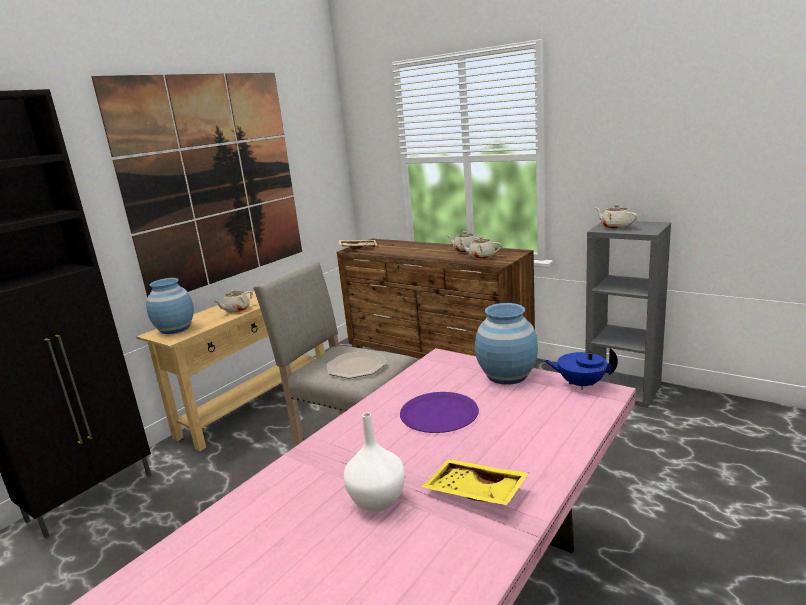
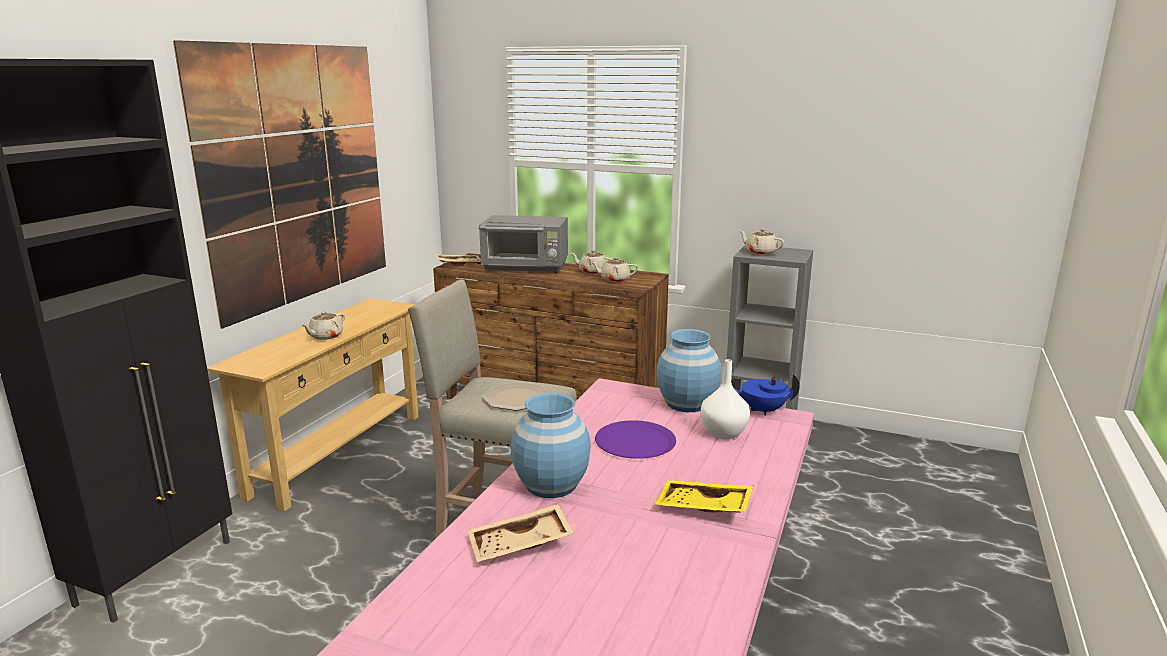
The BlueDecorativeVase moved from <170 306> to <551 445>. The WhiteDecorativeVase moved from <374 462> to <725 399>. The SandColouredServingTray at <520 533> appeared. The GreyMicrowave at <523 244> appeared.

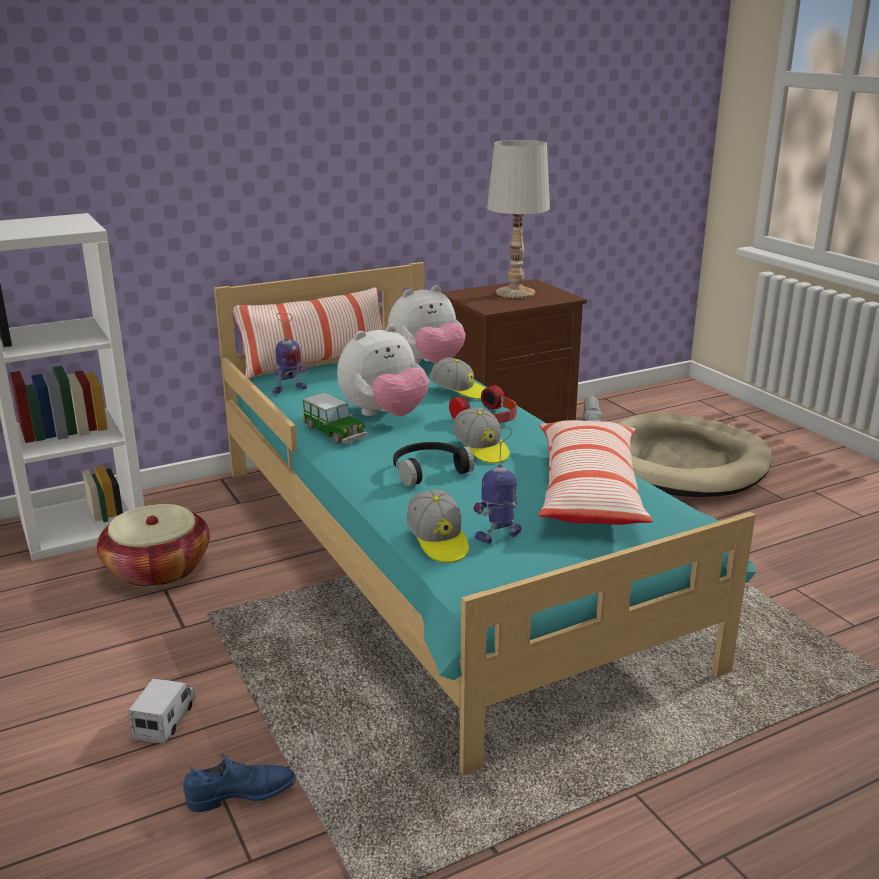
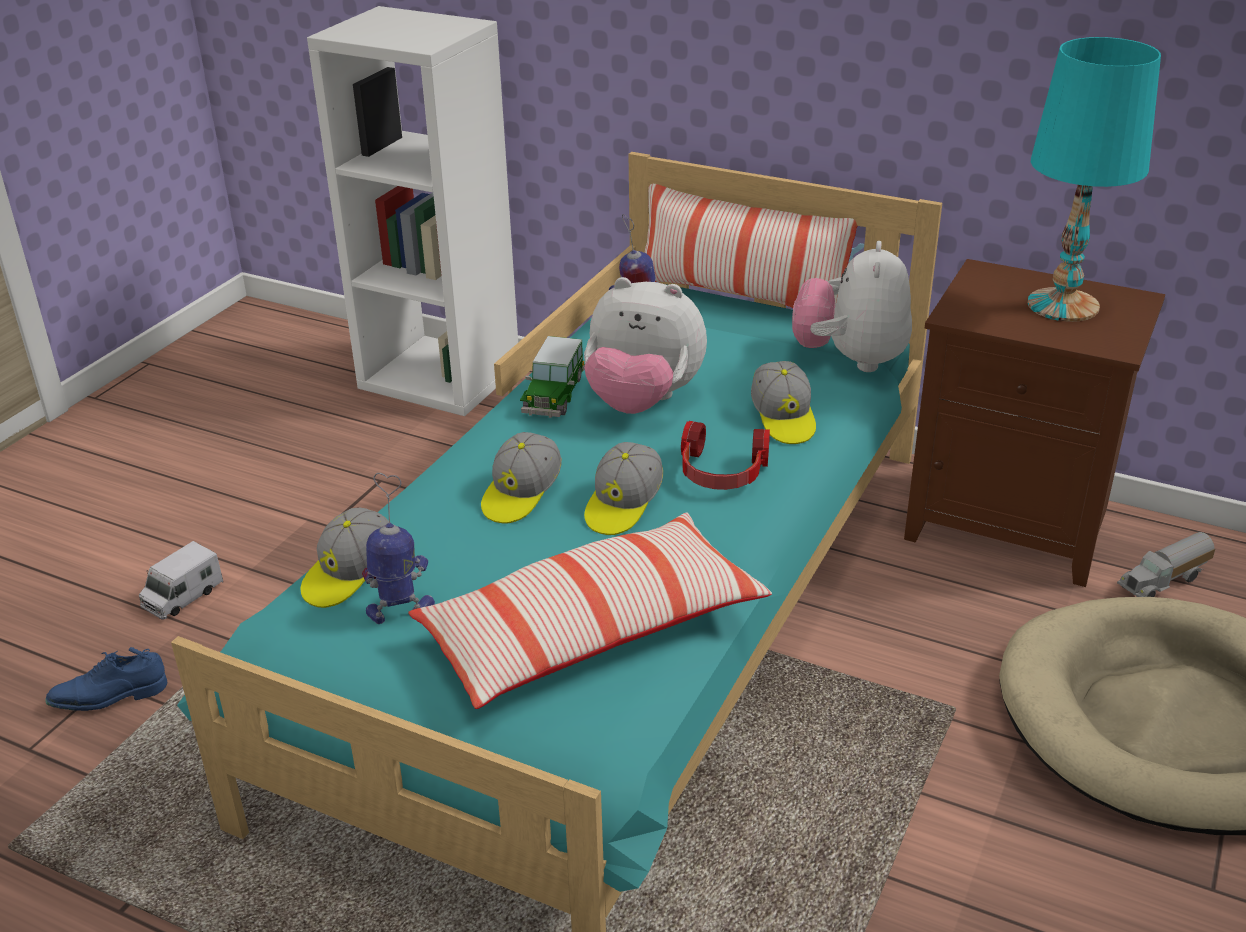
The HouseholdBasket at <153 546> disappeared. The ToyLorry at <162 711> turned 150 degrees clockwise. The BlueLowShoe at <239 783> turned 120 degrees clockwise. The PlushToy at <427 324> turned 75 degrees clockwise. The BlackHeadphones at <434 464> was replaced by the Cap at <521 478>. The ModelRobot at <497 485> turned 45 degrees counterclockwise. The WhiteLampForATable at <518 219> became the BlueGreenLampForATable at <1094 179>.

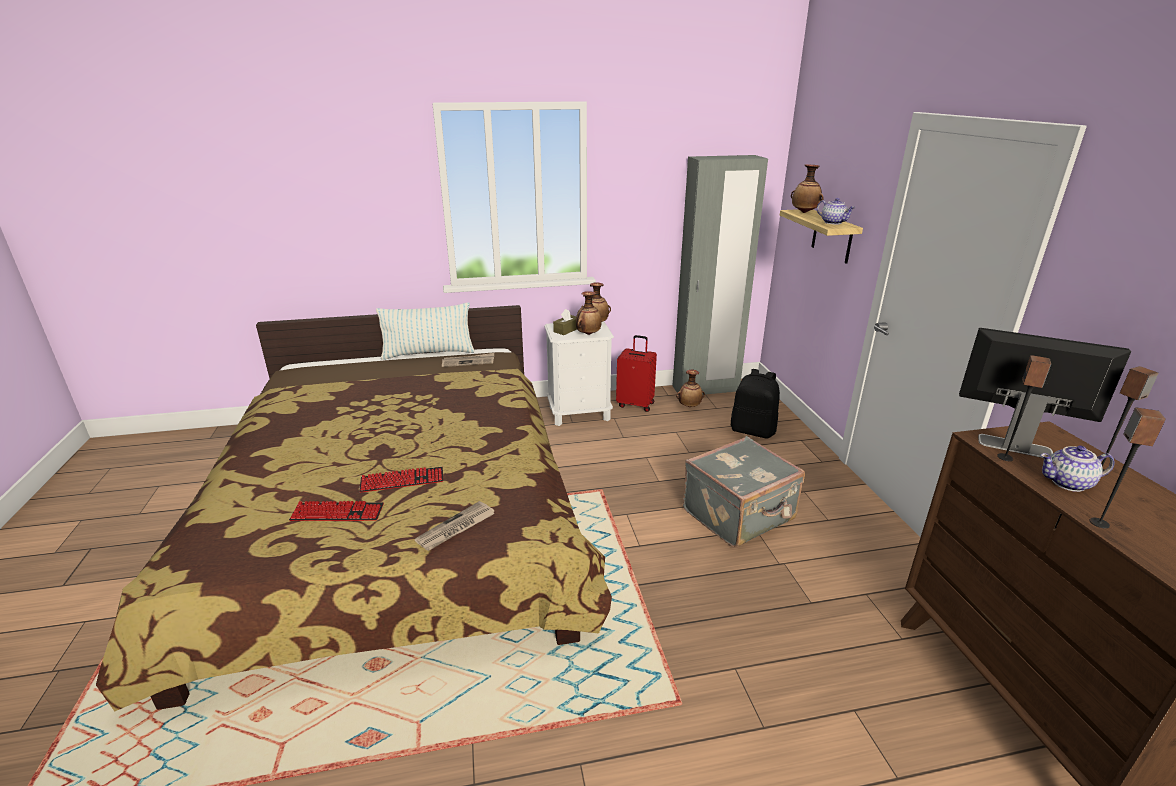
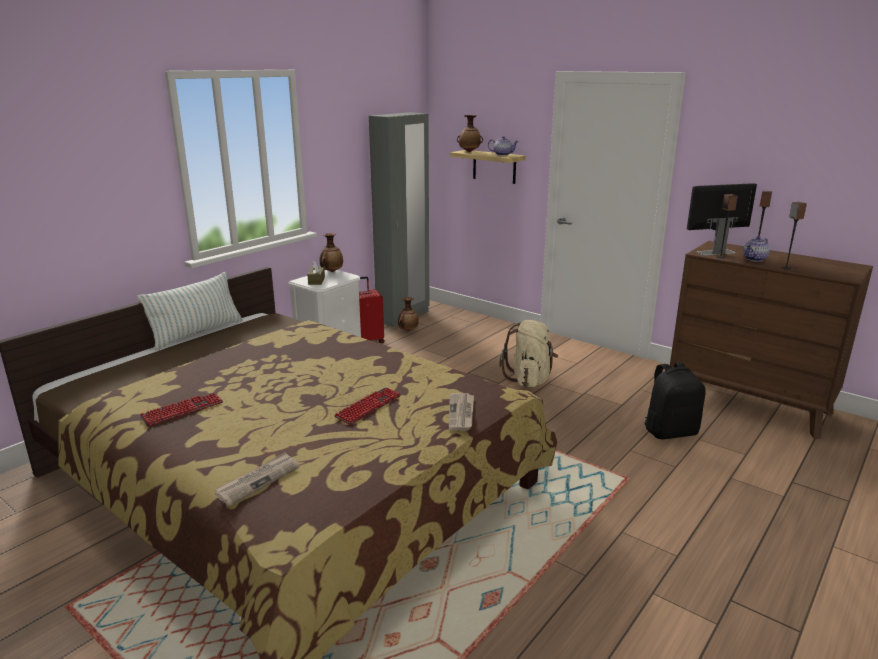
The Keyboard moved from <336 511> to <182 409>. The DailyPaper moved from <468 360> to <257 479>. The DecorativeVase at <589 313> disappeared. The GreyTravelCase at <744 492> was replaced by the SandColouredRucksack at <528 353>. The BlackRucksack moved from <755 404> to <675 400>.

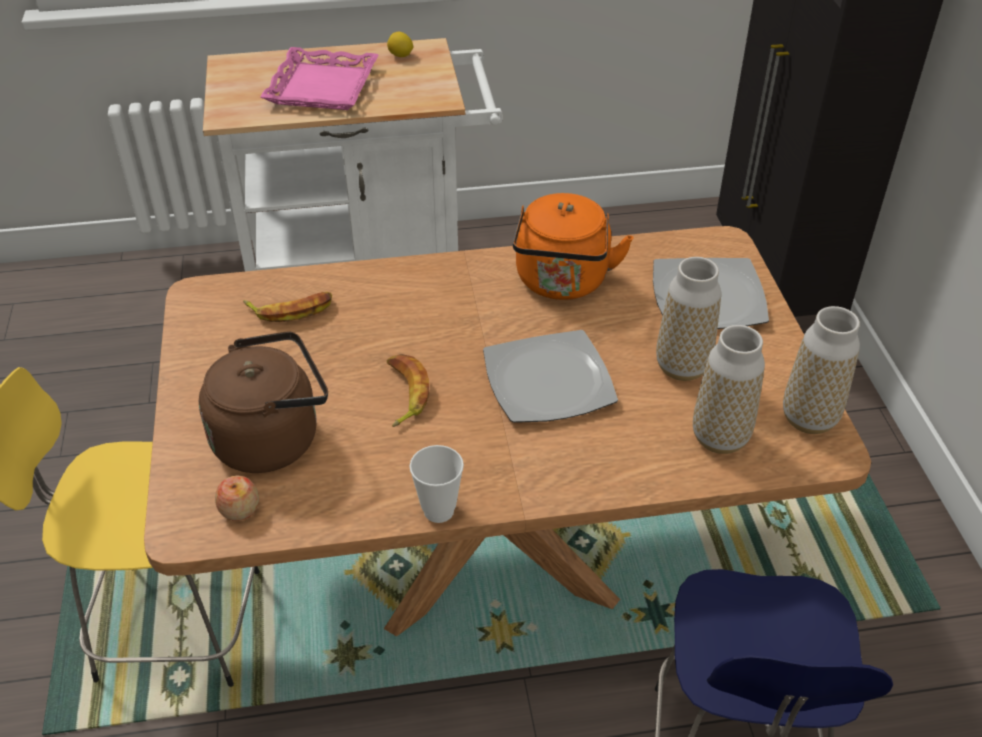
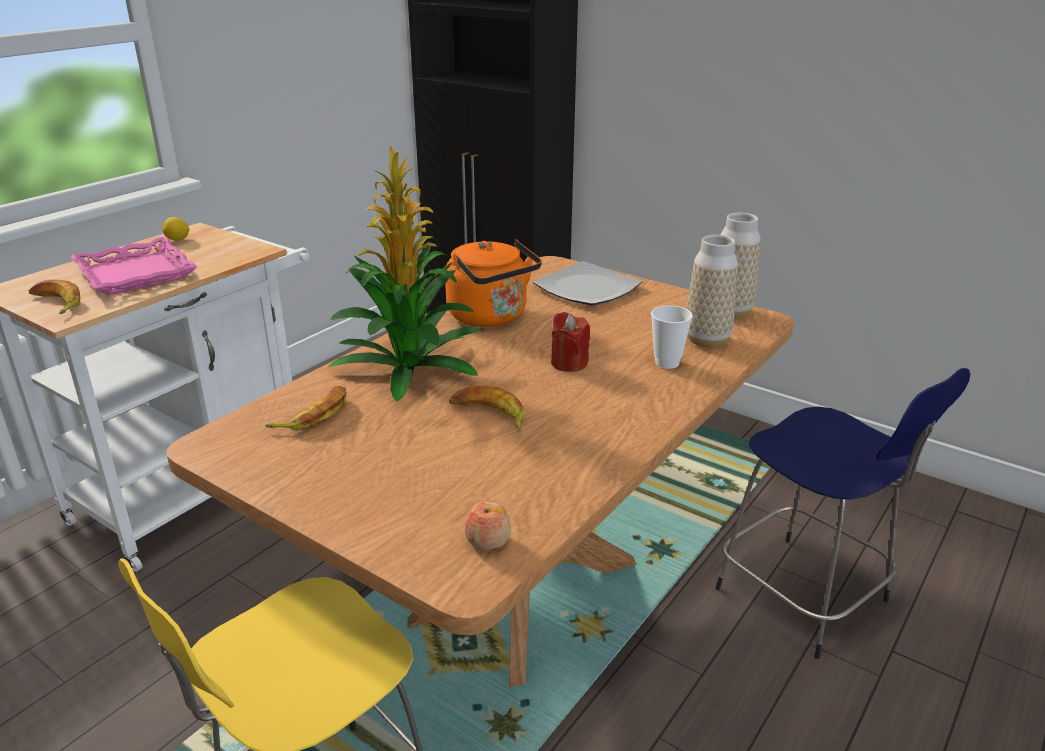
The BrownColouredTeaKettle at <263 402> disappeared. The Cup moved from <436 484> to <672 337>. The DinnerPlate at <550 376> was replaced by the ReddishWaxLight at <570 342>. The DecorativeVase at <688 319> disappeared. The Banana at <54 297> appeared. The PottedPlant at <406 273> appeared.

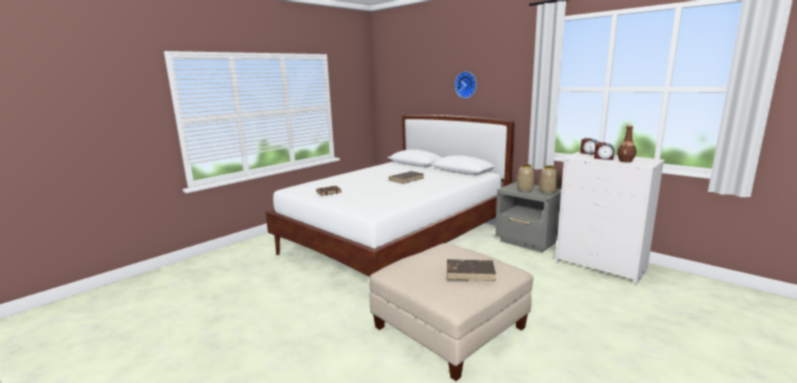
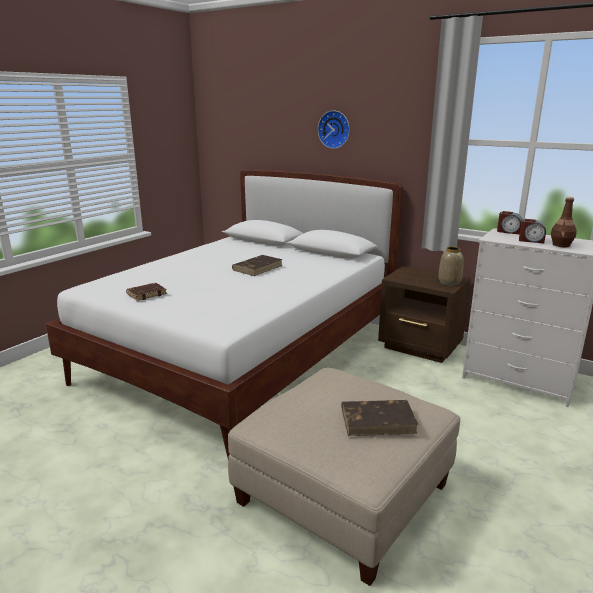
The GreyNightTable at <528 217> became the BrownColouredNightTable at <424 314>. The DecorativeVase at <525 178> disappeared.

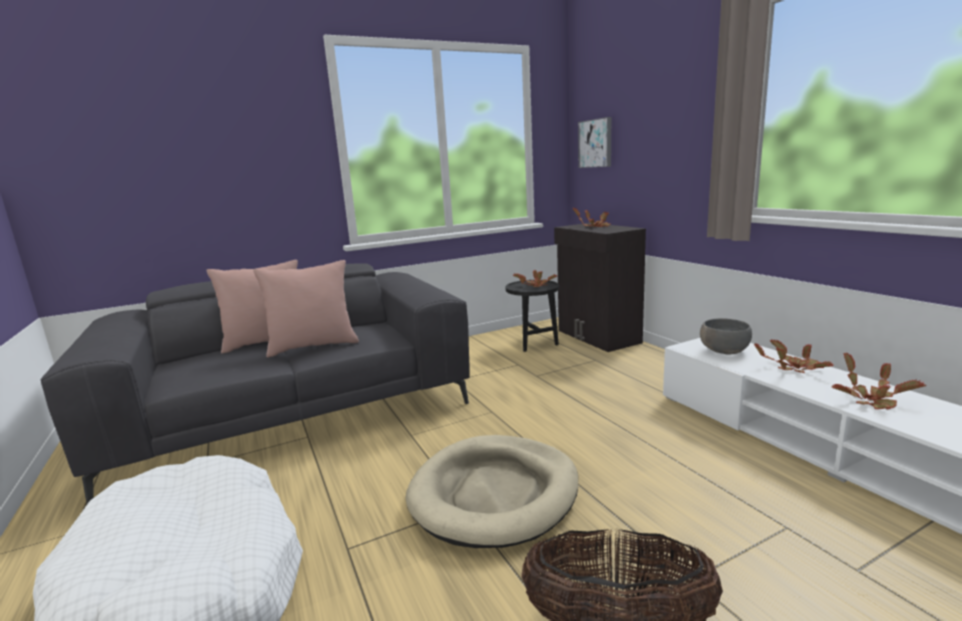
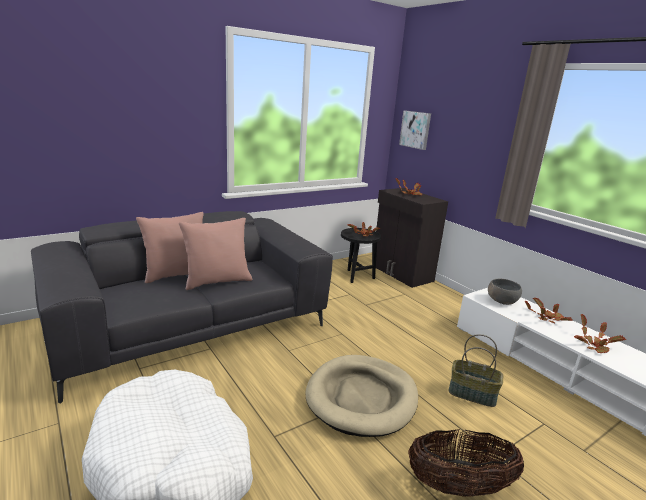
The HouseholdBasket at <476 370> appeared.

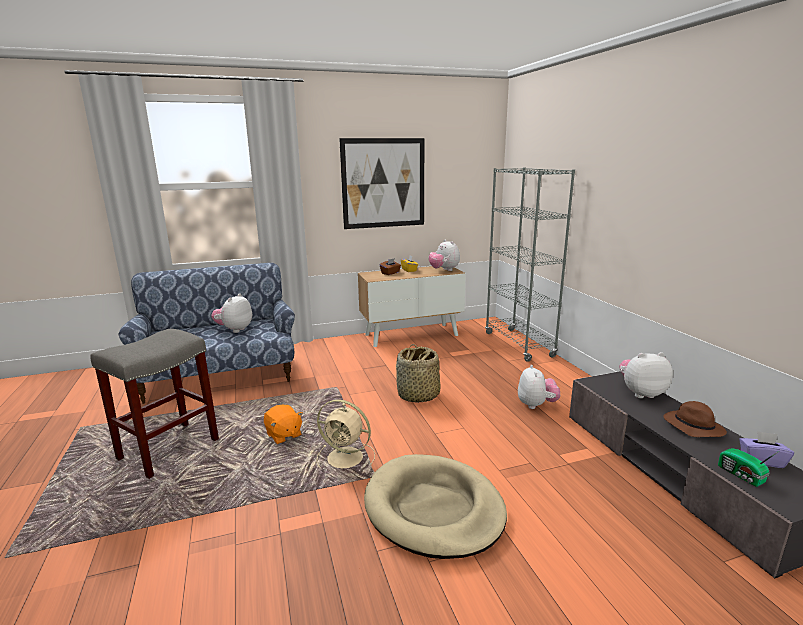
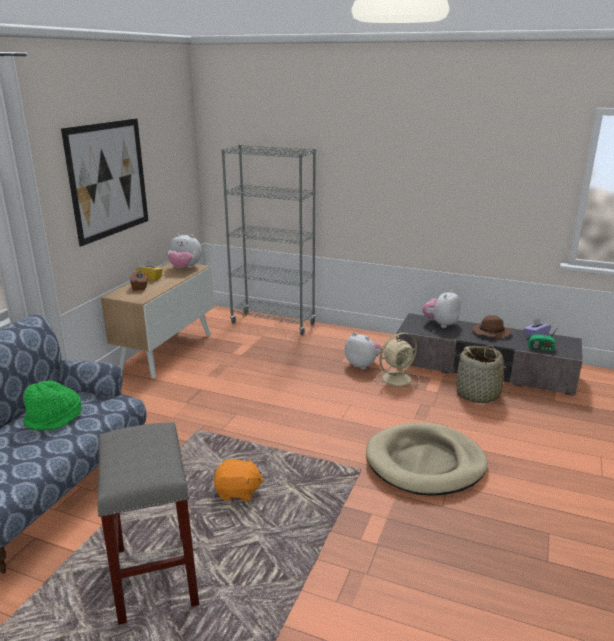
The PlushToy at <231 313> was replaced by the GreenishWearableHat at <52 405>. The SandColouredElectricFan moved from <345 433> to <396 361>. The HouseholdBasket moved from <418 373> to <482 374>.

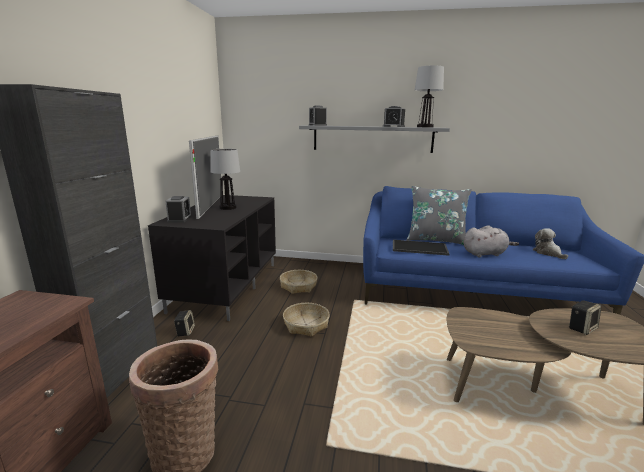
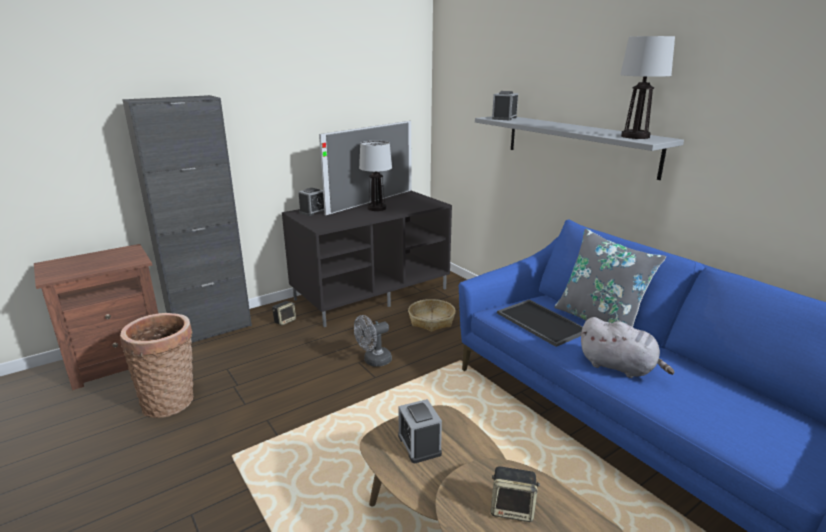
The HouseholdBasket at <306 320> was replaced by the GreyElectricFan at <373 341>. The TableClock moved from <394 116> to <420 431>. The PlushToy at <550 243> disappeared.

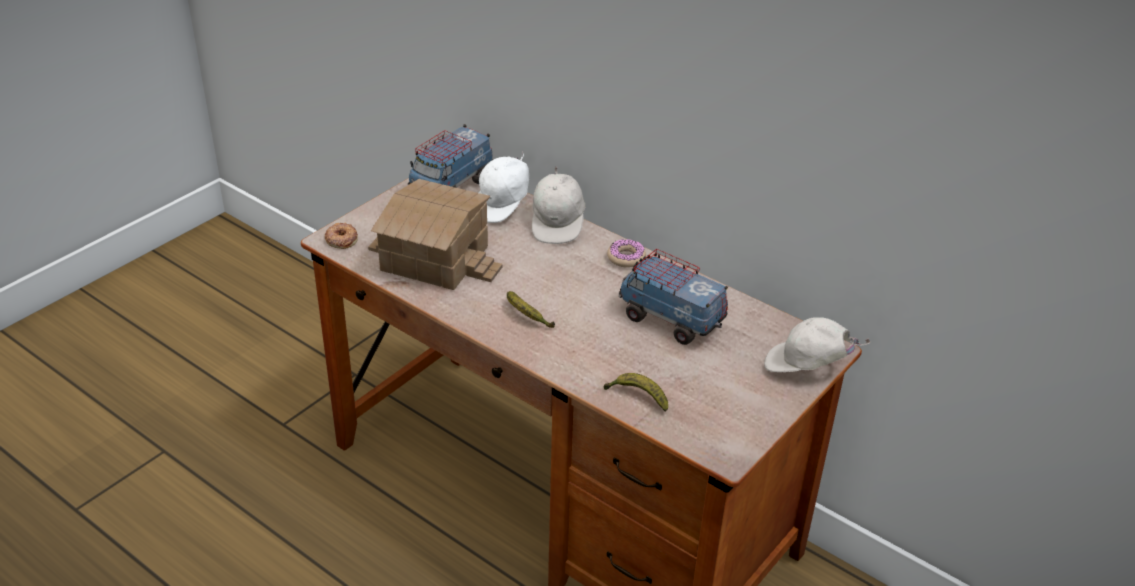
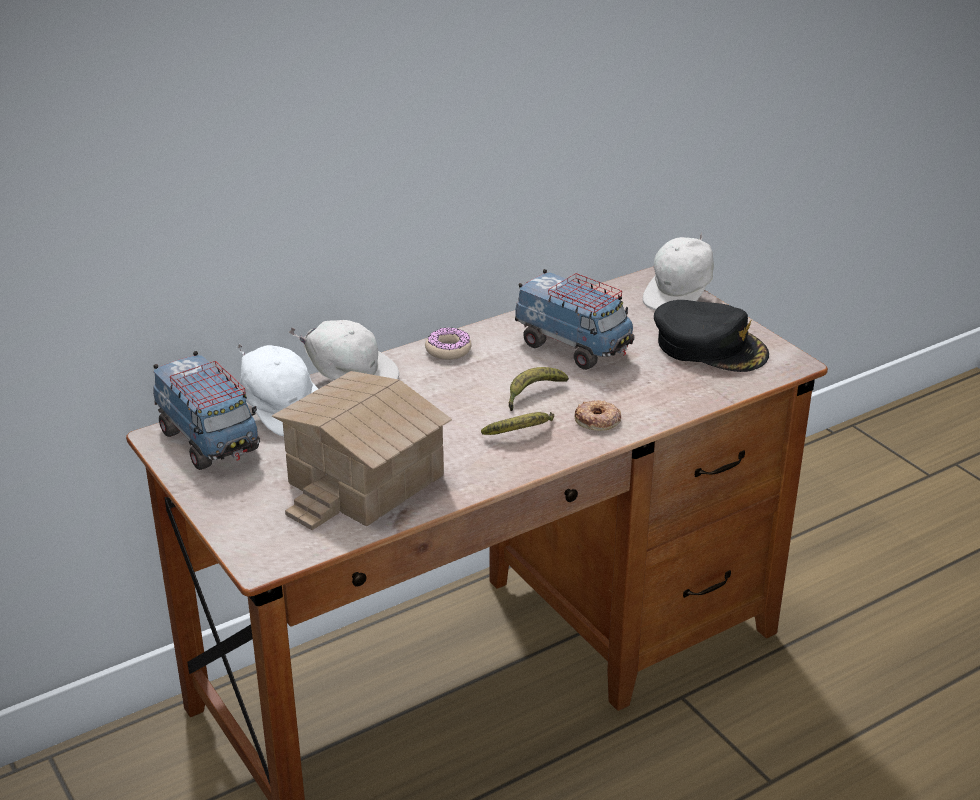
The Doughnut moved from <341 235> to <598 415>. The Banana moved from <635 392> to <538 389>. The ToyLorry at <673 297> turned 105 degrees counterclockwise. The BlackCap at <711 336> appeared.

